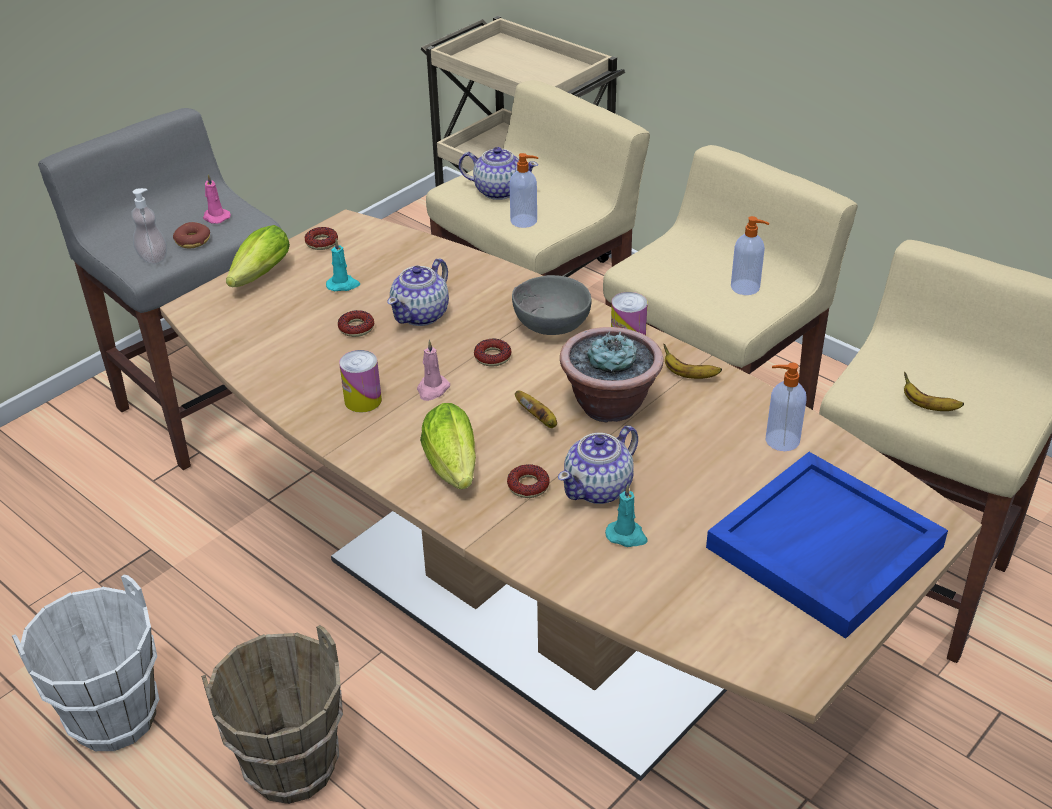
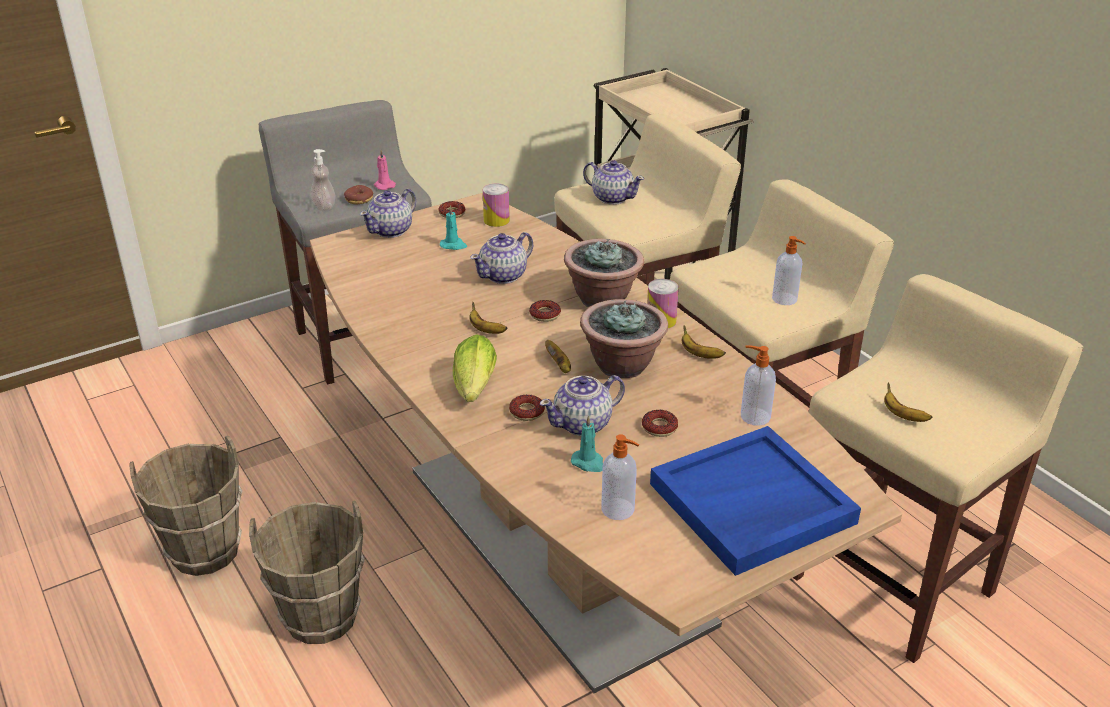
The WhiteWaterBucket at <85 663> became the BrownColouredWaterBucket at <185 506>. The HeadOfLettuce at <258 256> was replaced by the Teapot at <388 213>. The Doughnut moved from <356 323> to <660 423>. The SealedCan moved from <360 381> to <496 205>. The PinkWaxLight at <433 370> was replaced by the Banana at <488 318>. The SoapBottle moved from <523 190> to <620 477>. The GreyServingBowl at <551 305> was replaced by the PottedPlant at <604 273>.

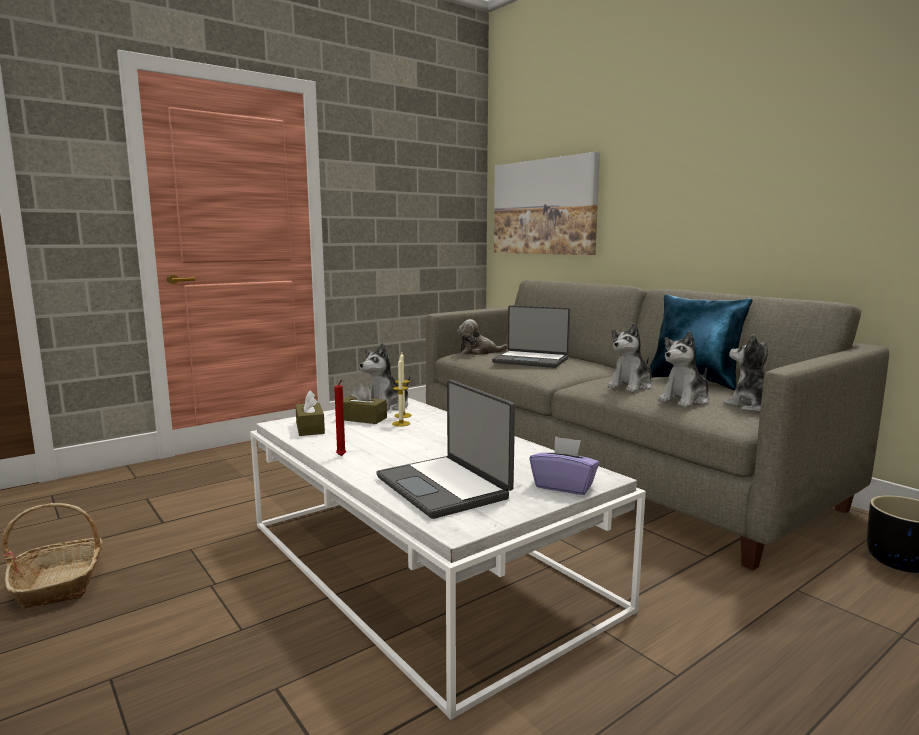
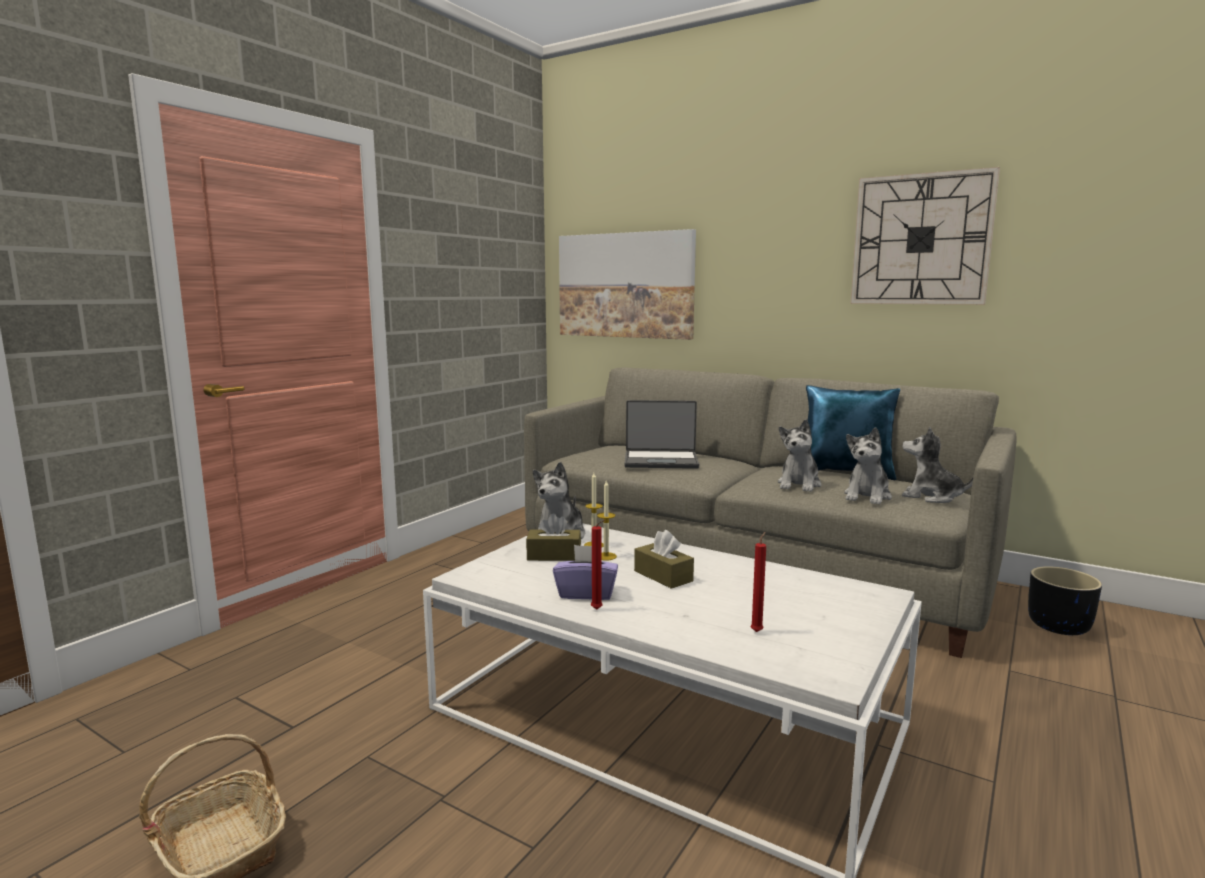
The BrownColouredTissueHolder moved from <310 413> to <664 559>. The NotebookComputer at <445 449> was replaced by the ReddishWaxLight at <758 582>. The PlushToy at <482 337> disappeared. The PurpleColouredTissueHolder moved from <565 465> to <585 572>. The ClockOnTheWall at <925 236> appeared.

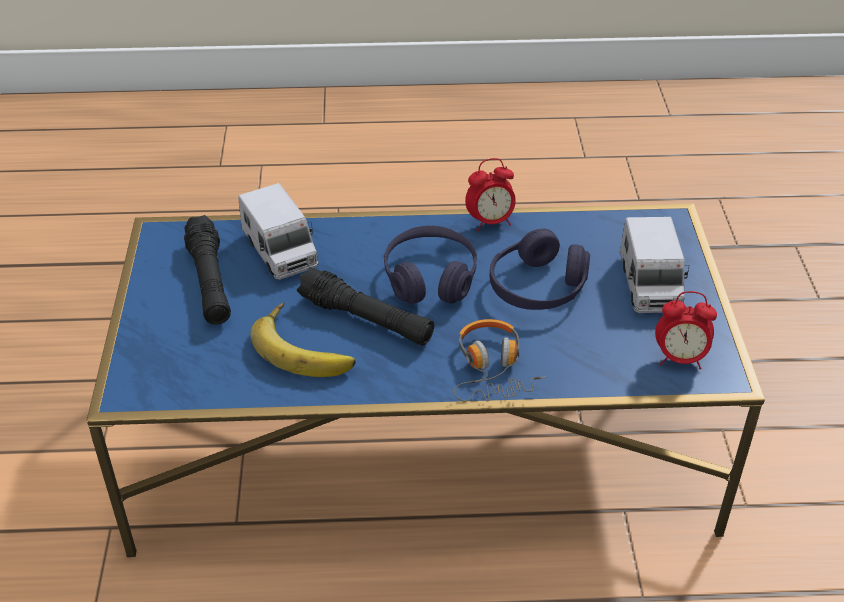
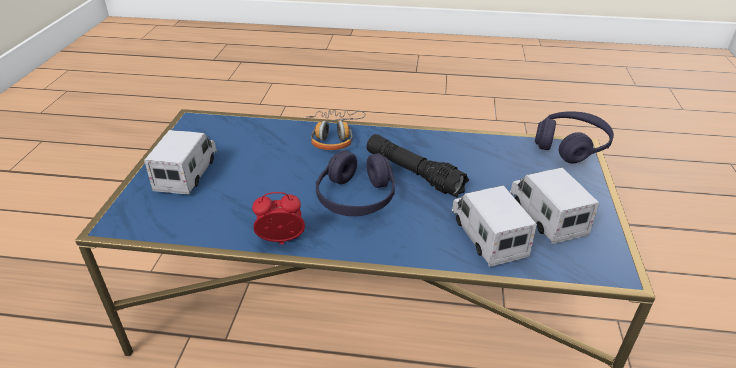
The BlackHandTorch at <207 270> was replaced by the ToyLorry at <554 205>. The Banana at <303 339> disappeared. The PurpleColouredHeadphones moved from <540 269> to <574 137>. The TableClock at <686 330> disappeared.

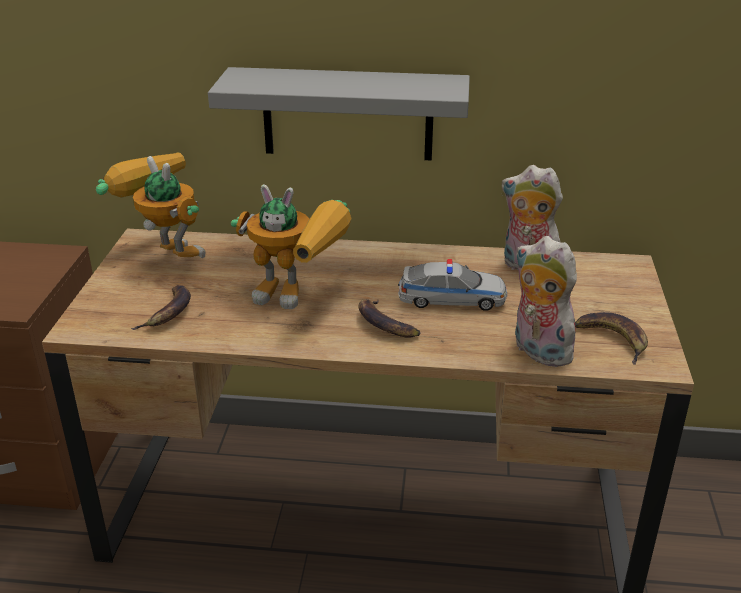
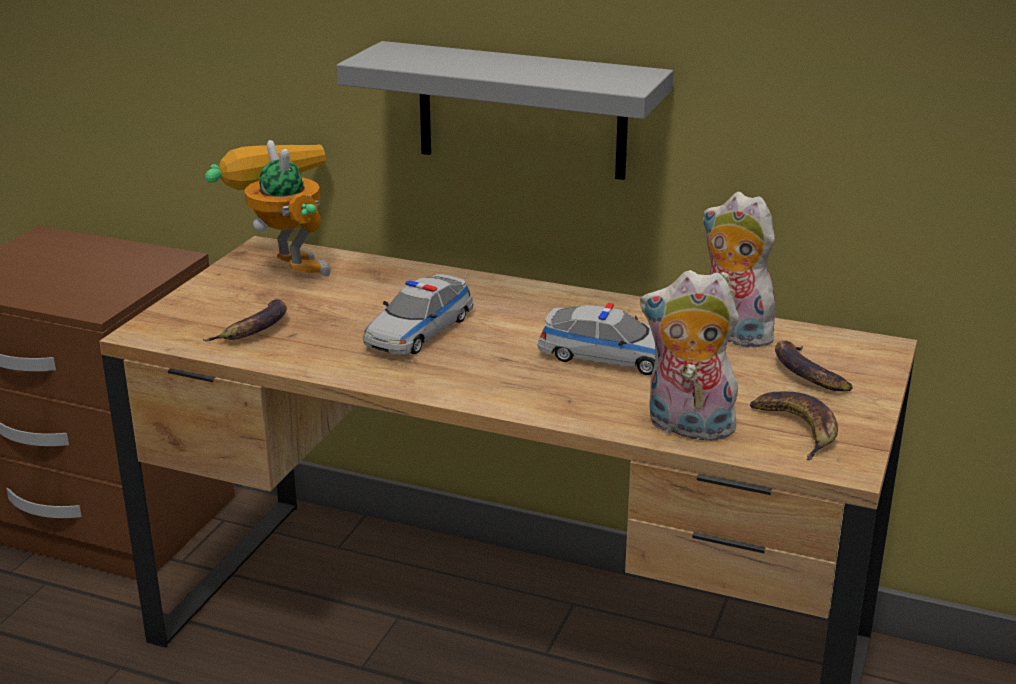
The ModelRobot at <291 246> was replaced by the ModelCar at <418 314>. The Banana moved from <389 318> to <814 365>. The PlushToy at <546 301> turned 45 degrees counterclockwise.

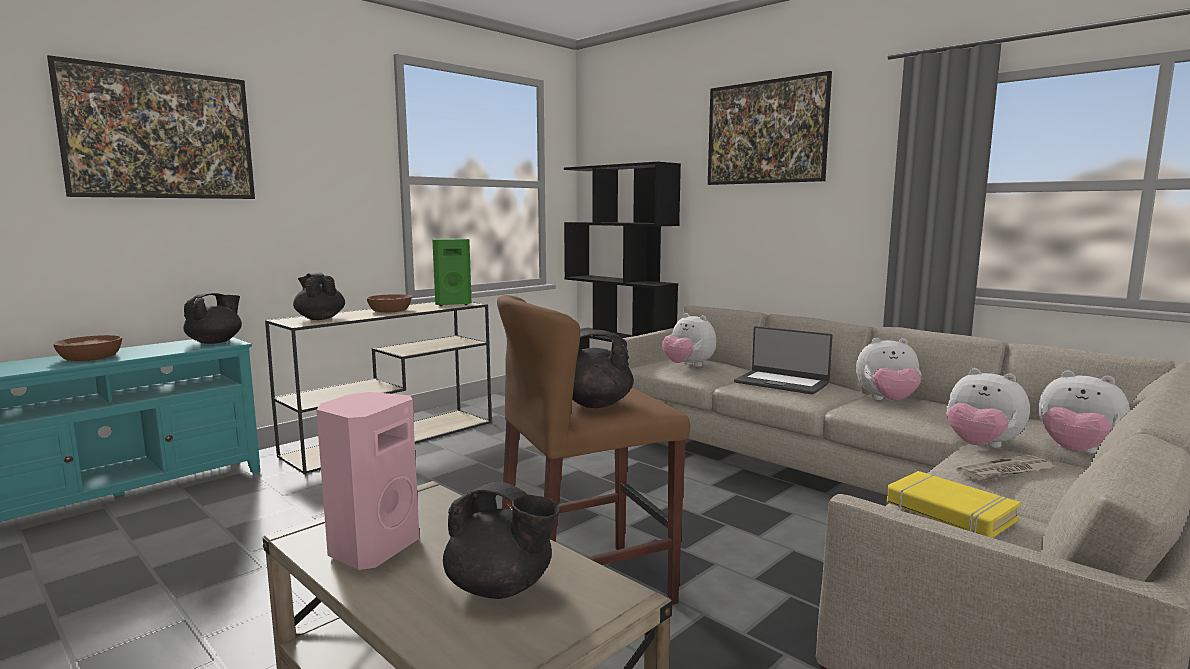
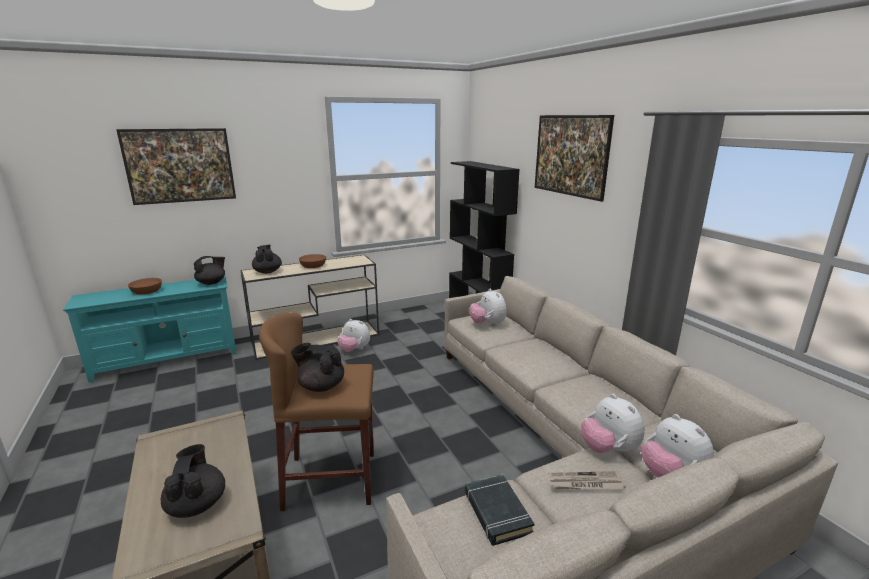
The PinkLoudspeaker at <368 481> disappeared. The GreenishLoudspeaker at <452 272> disappeared. The BlackTeapot at <501 540> turned 150 degrees counterclockwise. The NotebookComputer at <783 360> disappeared. The PlushToy moved from <888 369> to <353 335>. The YellowishVolume at <954 504> became the BlackVolume at <499 510>.

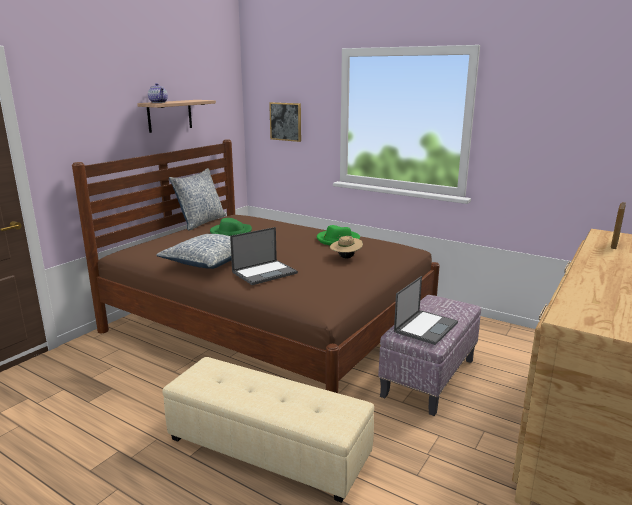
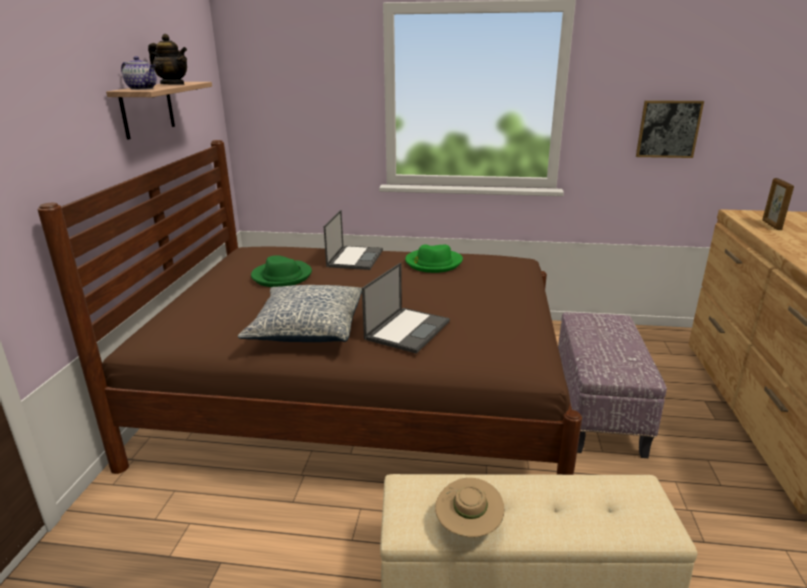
The Pillow at <197 199> disappeared. The Picture moved from <285 122> to <670 129>. The SandColouredWearableHat moved from <346 247> to <469 507>. The NotebookComputer moved from <426 310> to <353 240>. The Teapot at <167 59> appeared.

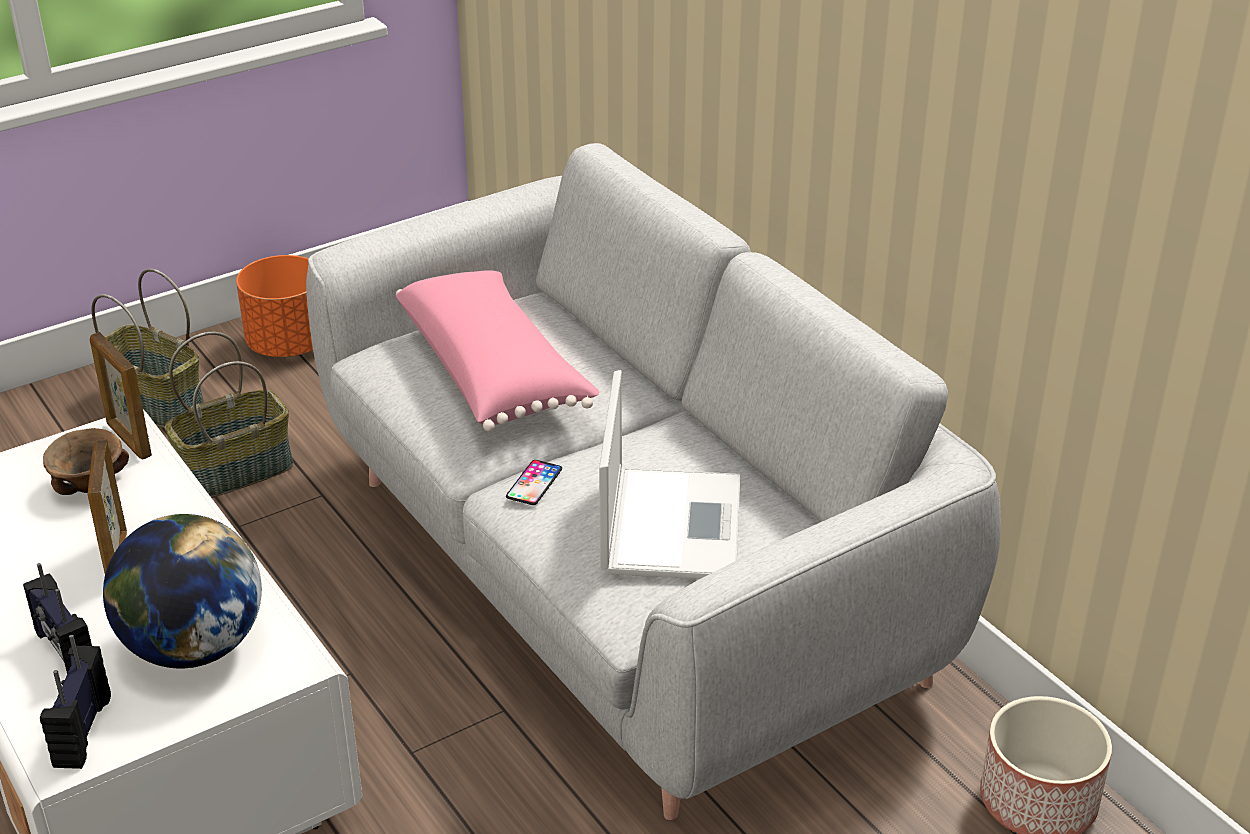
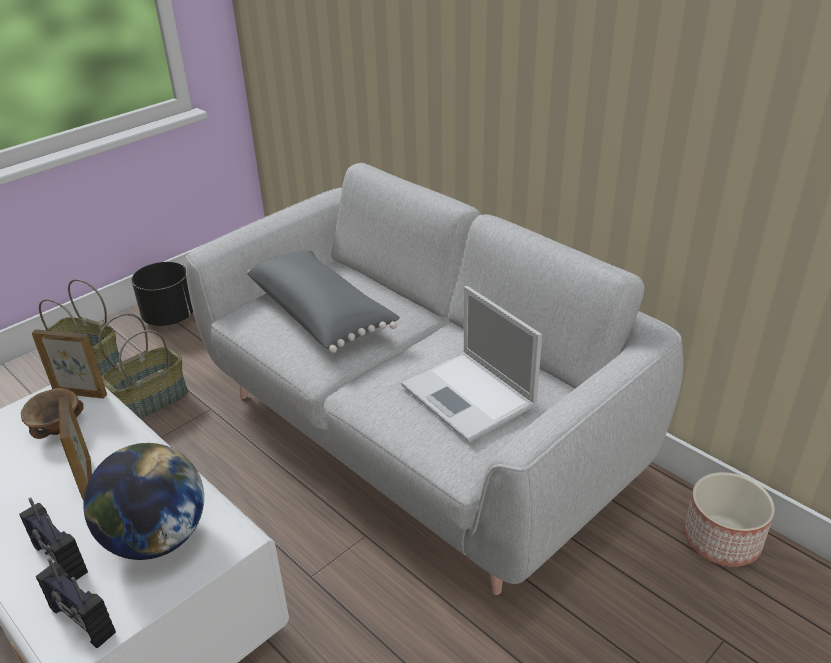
The RadioReceiver at <75 702> turned 45 degrees counterclockwise. The StandingFrame at <121 396> turned 150 degrees clockwise. The OrangeColouredPlanter at <274 306> became the BlackPlanter at <162 294>. The PinkPillow at <498 351> became the GreyPillow at <323 301>. The Phone at <534 482> disappeared. The NotebookComputer at <669 474> turned 150 degrees clockwise.

